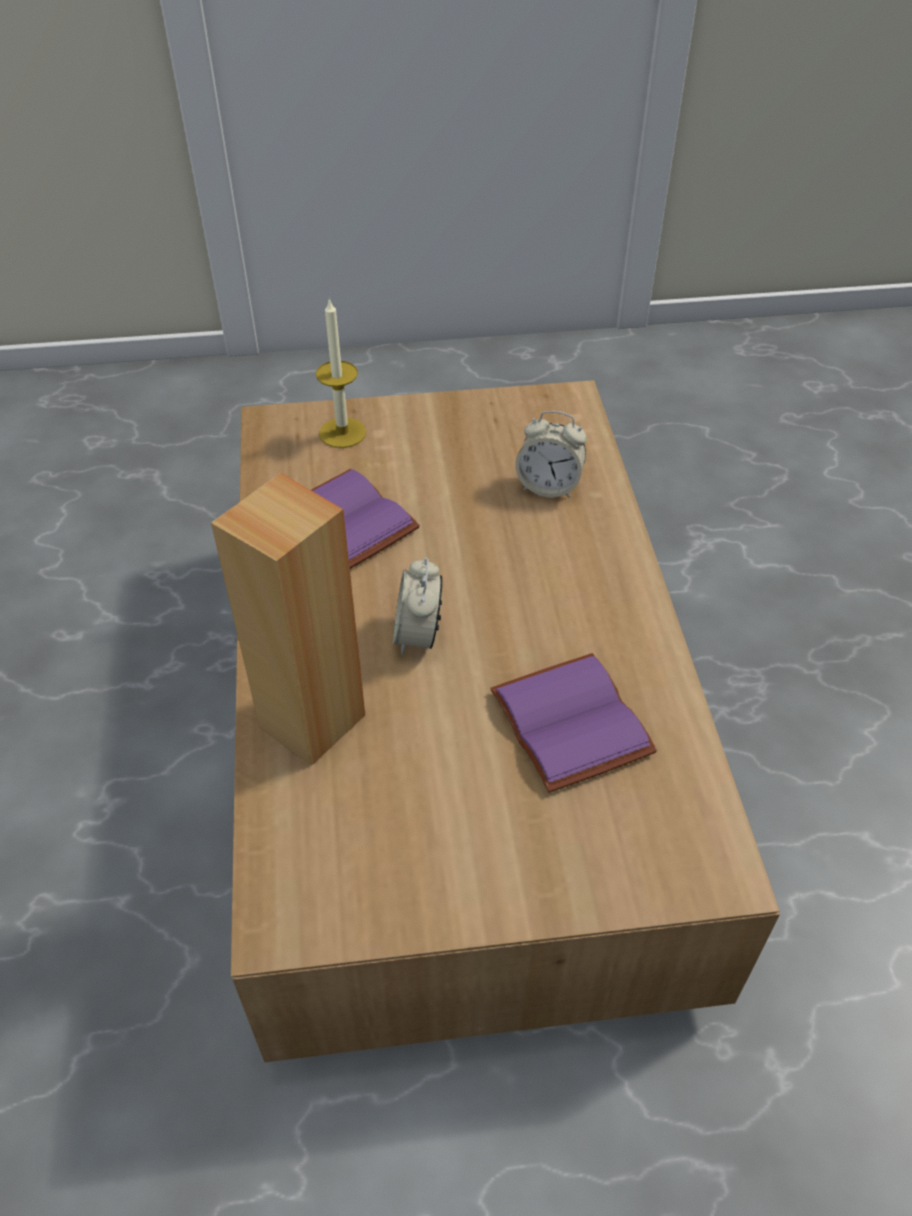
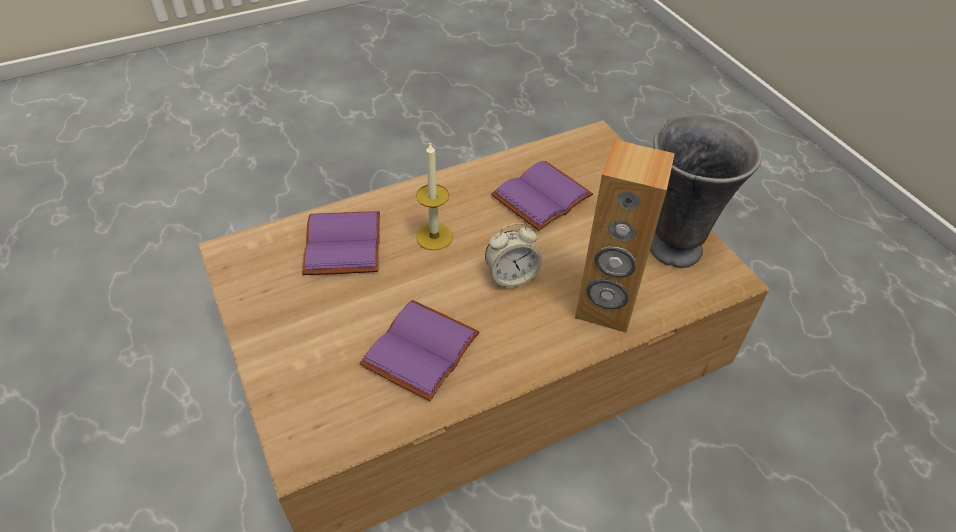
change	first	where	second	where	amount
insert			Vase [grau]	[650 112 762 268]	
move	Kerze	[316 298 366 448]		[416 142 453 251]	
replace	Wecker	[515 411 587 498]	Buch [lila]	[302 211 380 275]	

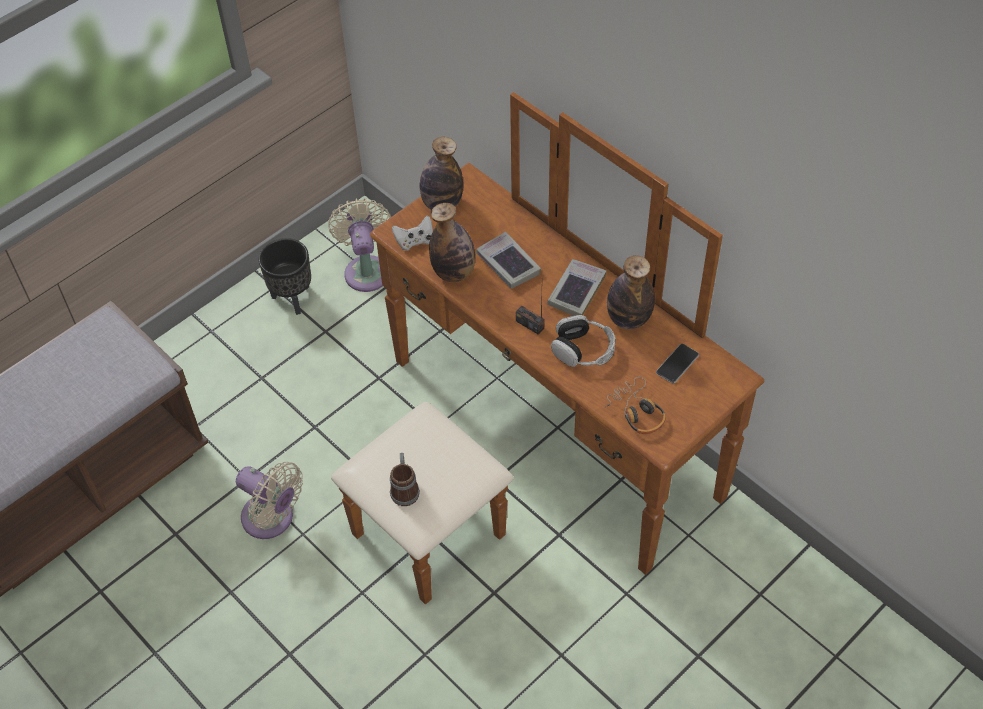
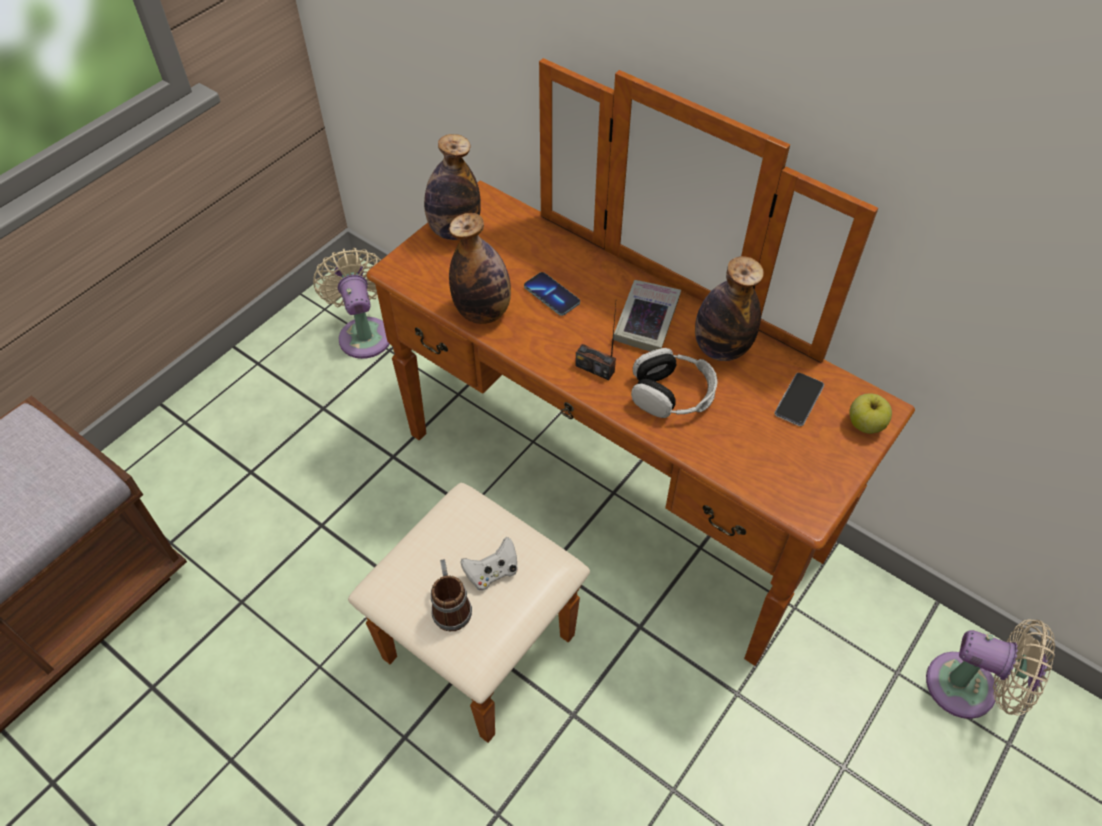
change	first	where	second	where	amount
delete	Pflanzkübel [schwarz]	[259 238 311 315]			
delete	Kopfhörer	[604 377 666 434]			
insert			Apfel	[849 393 892 434]	
move	Ventilator [beige]	[236 462 303 539]		[926 619 1055 719]	
move	Gamepad [weiß]	[392 216 433 251]		[460 537 518 591]	
replace	Buch	[476 232 541 289]	Handy	[524 272 580 316]	

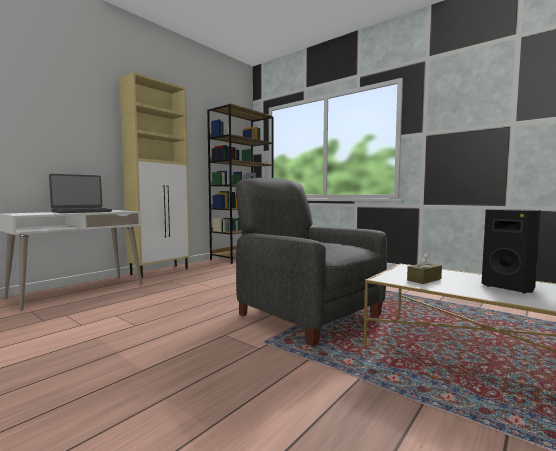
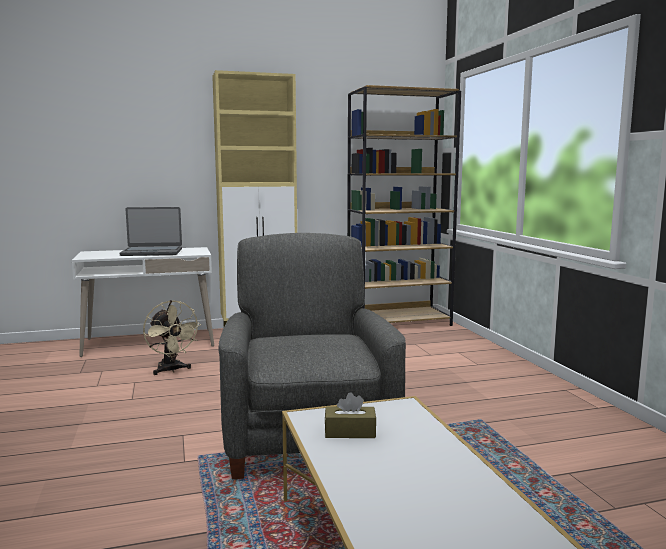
change	first	where	second	where	amount
delete	Lautsprecher [schwarz]	[482 209 541 294]			
insert			Ventilator [beige]	[143 300 201 375]	

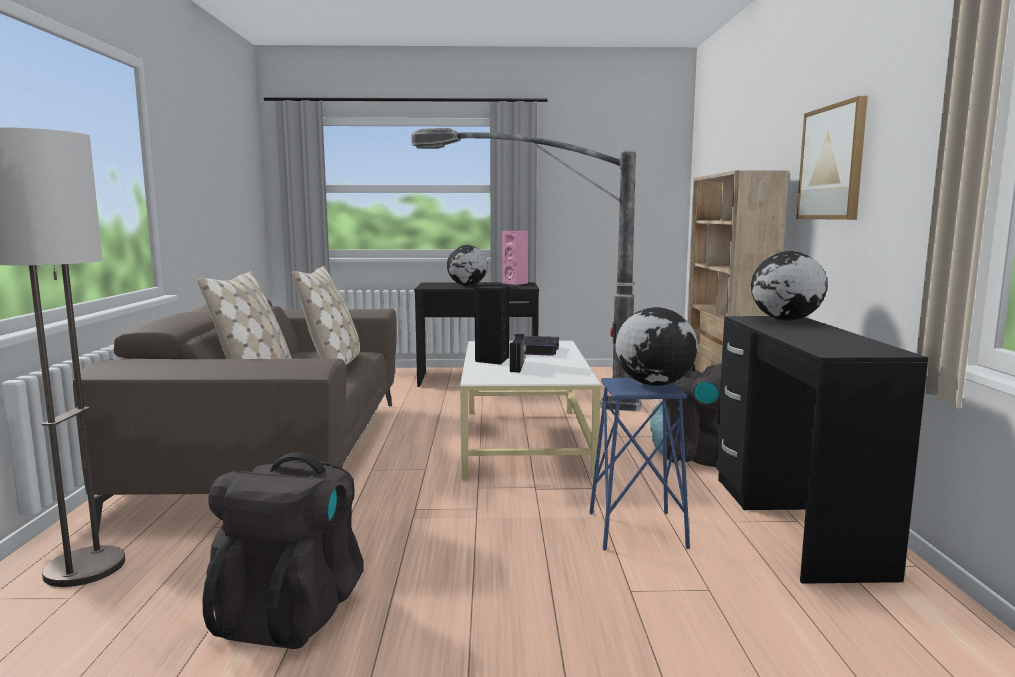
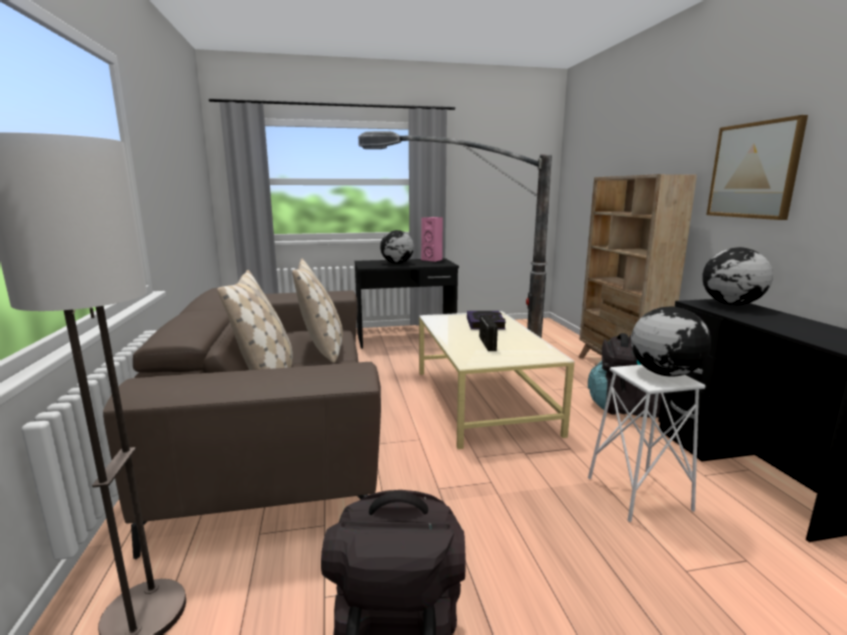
change	first	where	second	where	amount
delete	Lautsprecher [schwarz]	[474 285 509 365]			
recolor	Hocker [blau]	[589 378 690 551]	Hocker [weiß]	[588 365 705 522]	

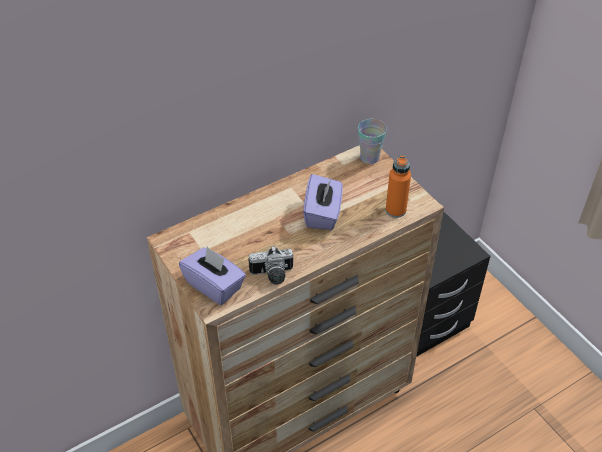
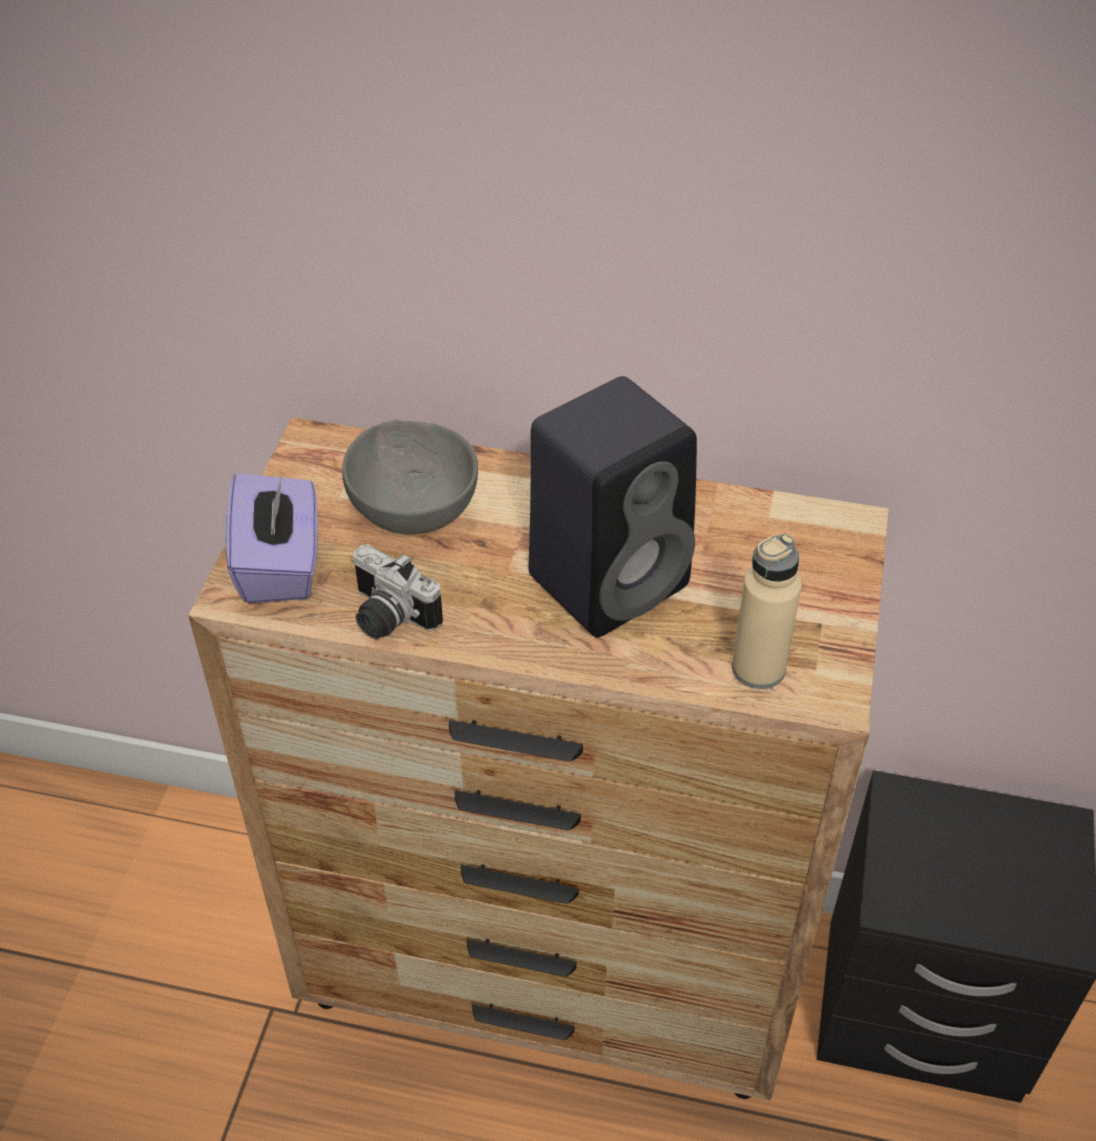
change	first	where	second	where	amount
delete	Tasse	[358 119 387 164]			
insert			Schüssel [grau]	[342 420 478 534]	
replace	Taschentuchbox [lila]	[303 174 343 230]	Lautsprecher [schwarz]	[529 376 697 637]	
recolor	Flasche [orange]	[386 155 411 218]	Flasche [beige]	[732 534 802 689]	

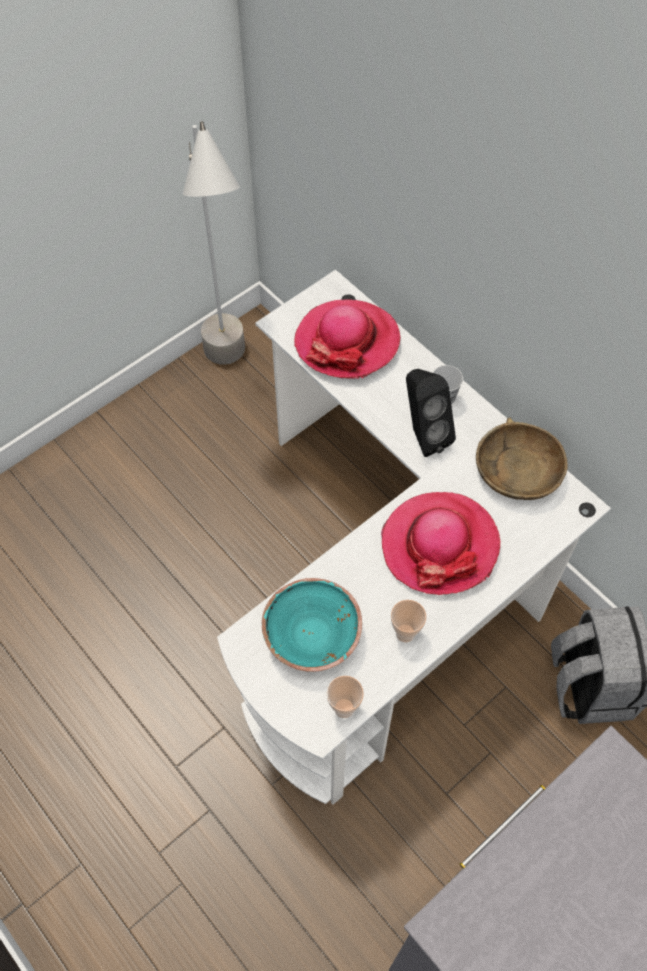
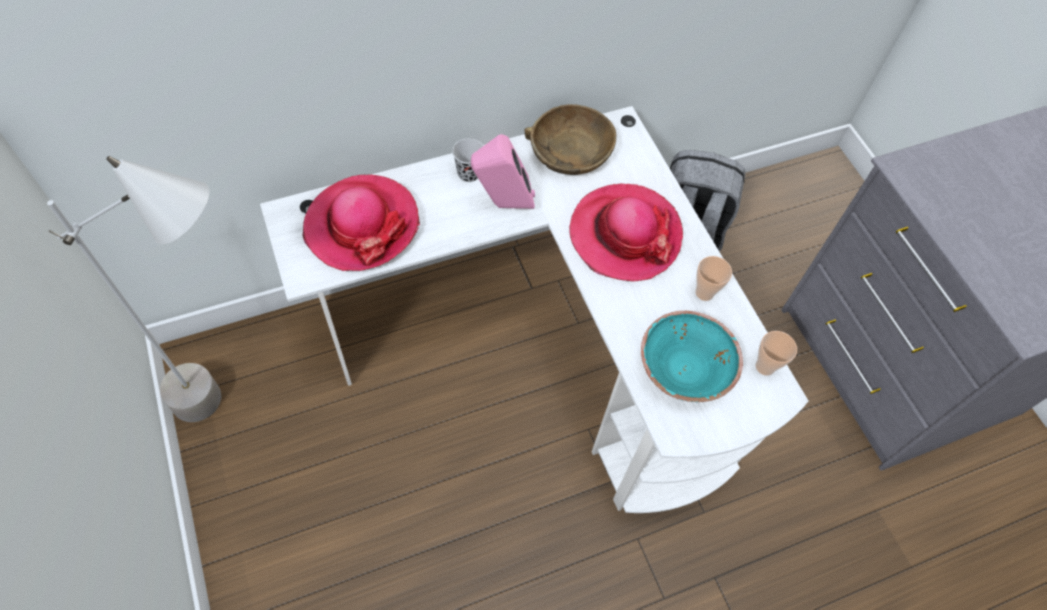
change	first	where	second	where	amount
recolor	Lautsprecher [schwarz]	[406 369 456 457]	Lautsprecher [rosa]	[471 134 535 209]	

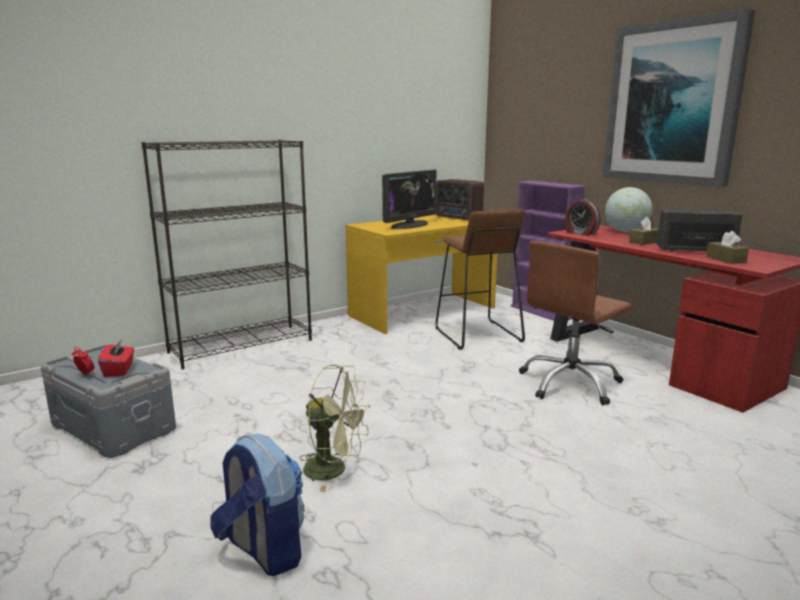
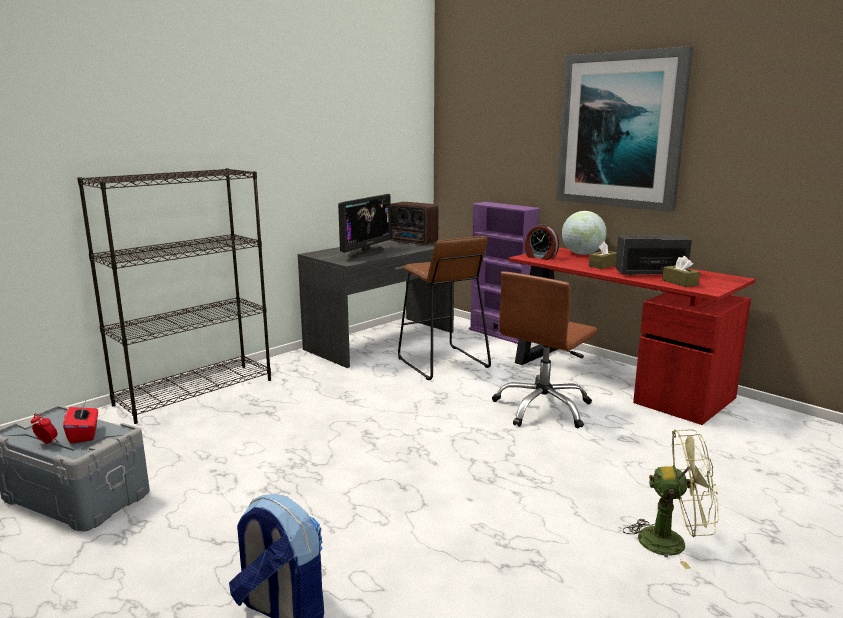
change	first	where	second	where	amount
move	Ventilator [grün]	[299 364 370 492]		[623 429 719 569]	
recolor	Schreibtisch [gelb]	[346 215 497 334]	Schreibtisch [grau]	[298 240 454 368]	

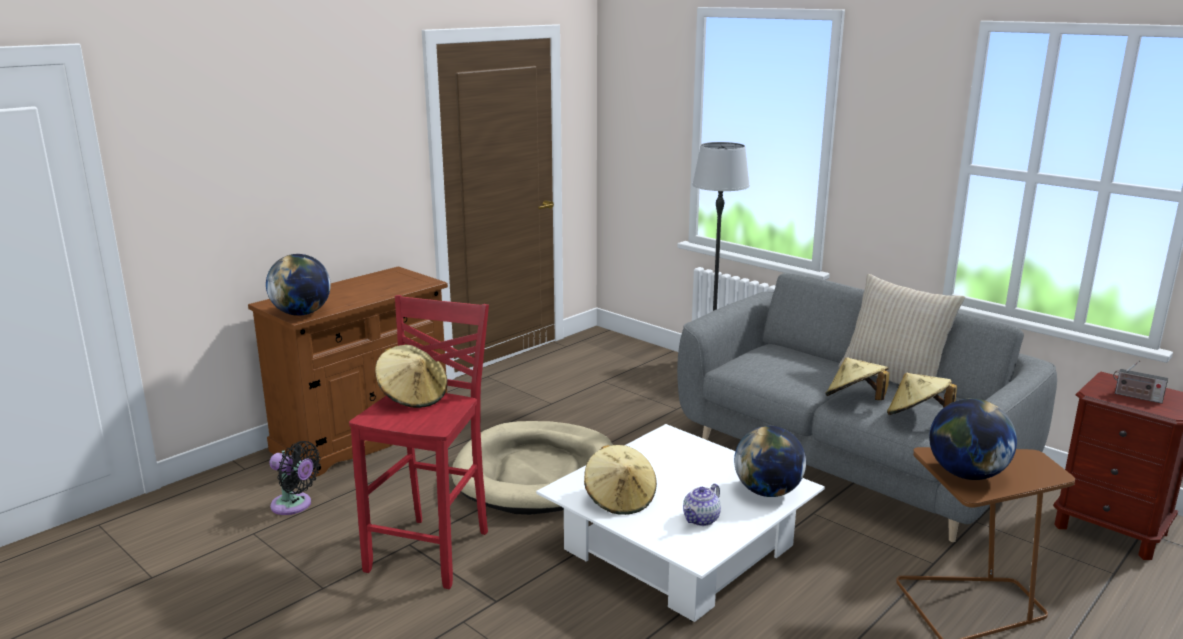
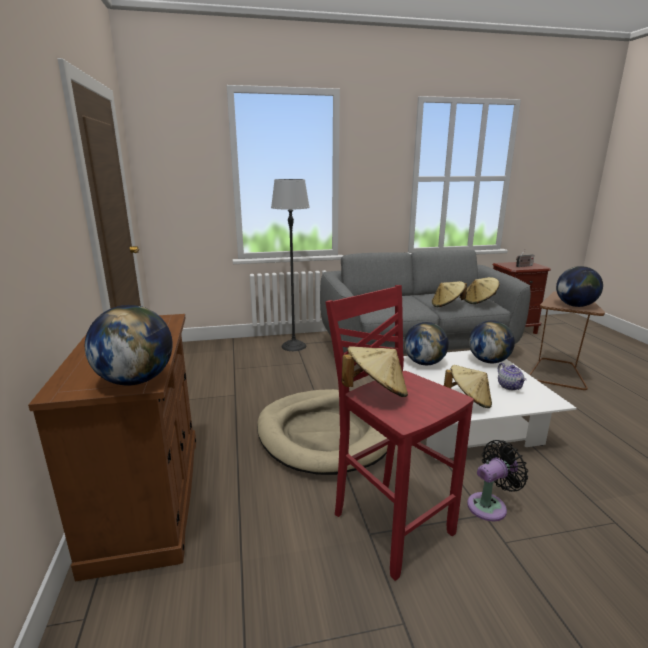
change	first	where	second	where	amount
delete	Kissen [beige]	[838 274 965 399]			
insert			Globus	[404 322 449 365]	
move	Ventilator [schwarz]	[270 441 321 515]		[467 440 528 521]	

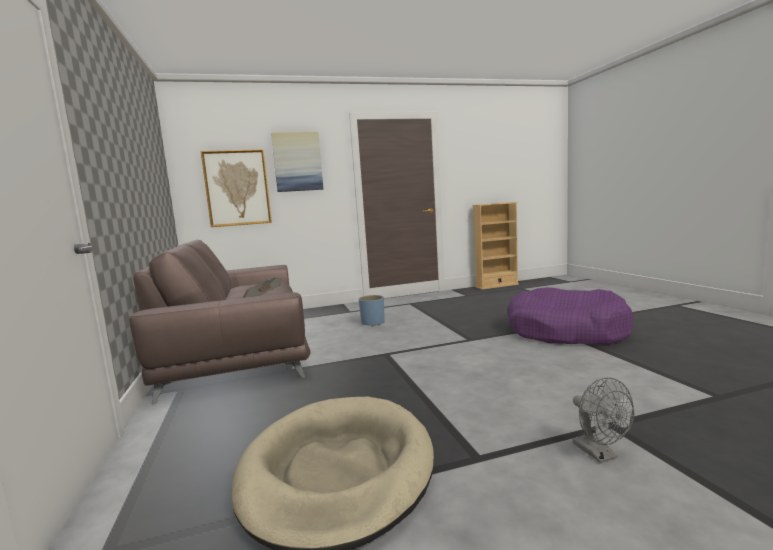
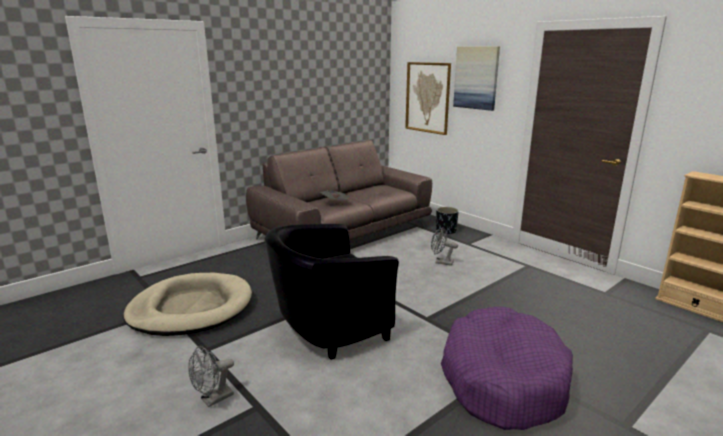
change	first	where	second	where	amount
insert			Sessel [schwarz]	[265 224 399 360]	
insert			Pflanzkübel [schwarz]	[436 207 459 234]	
replace	Pflanzkübel [blau]	[359 295 385 327]	Ventilator [grau]	[431 227 458 266]	

